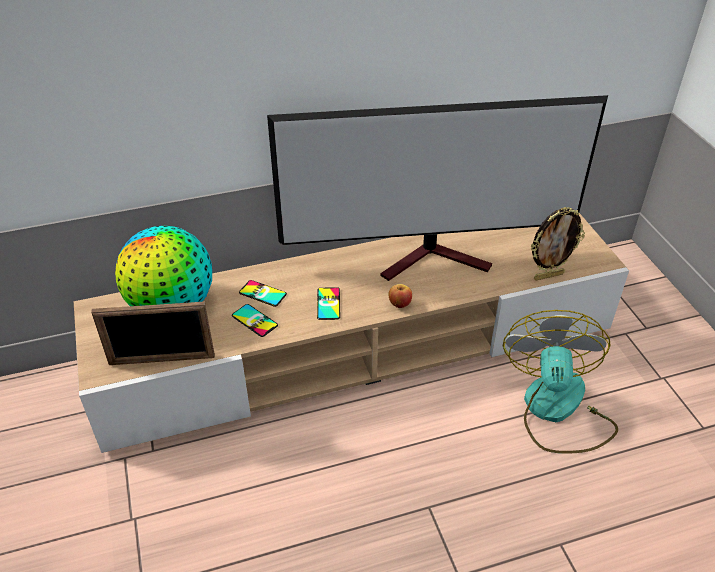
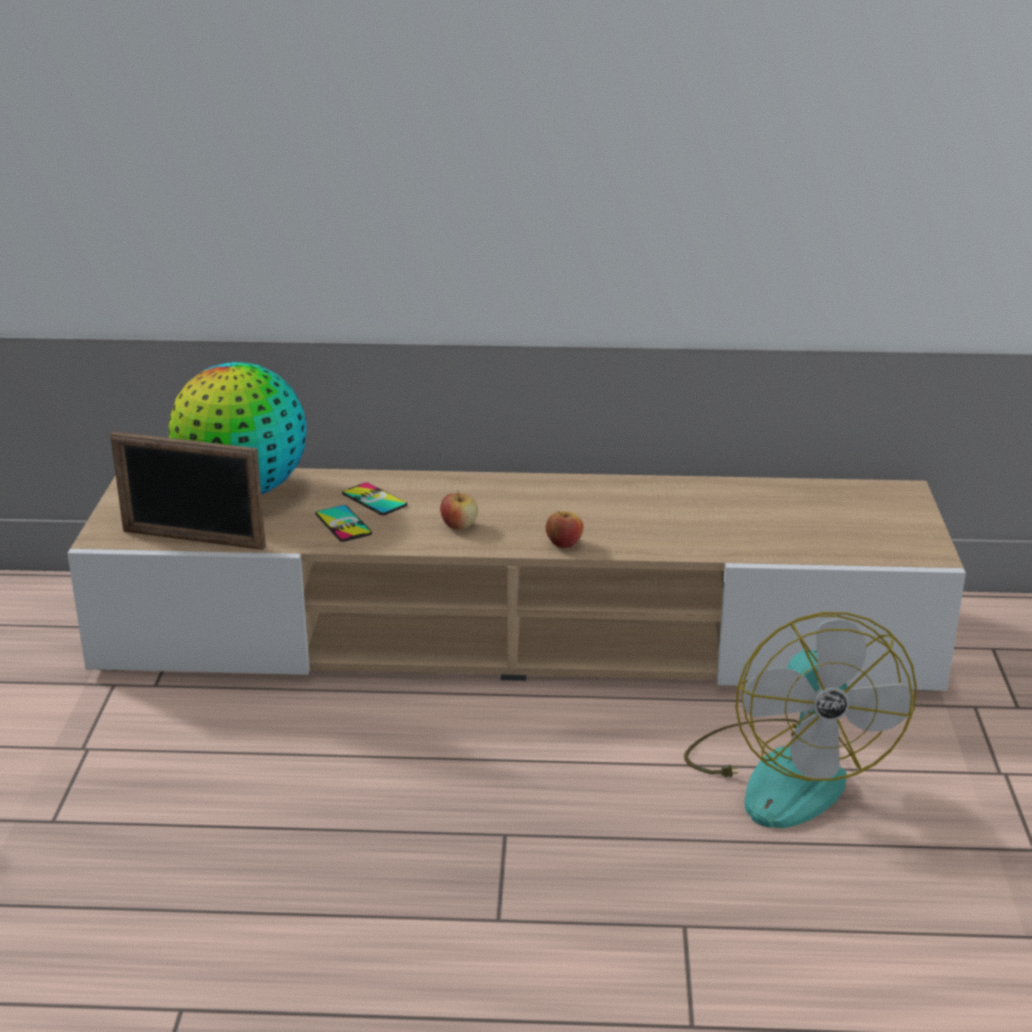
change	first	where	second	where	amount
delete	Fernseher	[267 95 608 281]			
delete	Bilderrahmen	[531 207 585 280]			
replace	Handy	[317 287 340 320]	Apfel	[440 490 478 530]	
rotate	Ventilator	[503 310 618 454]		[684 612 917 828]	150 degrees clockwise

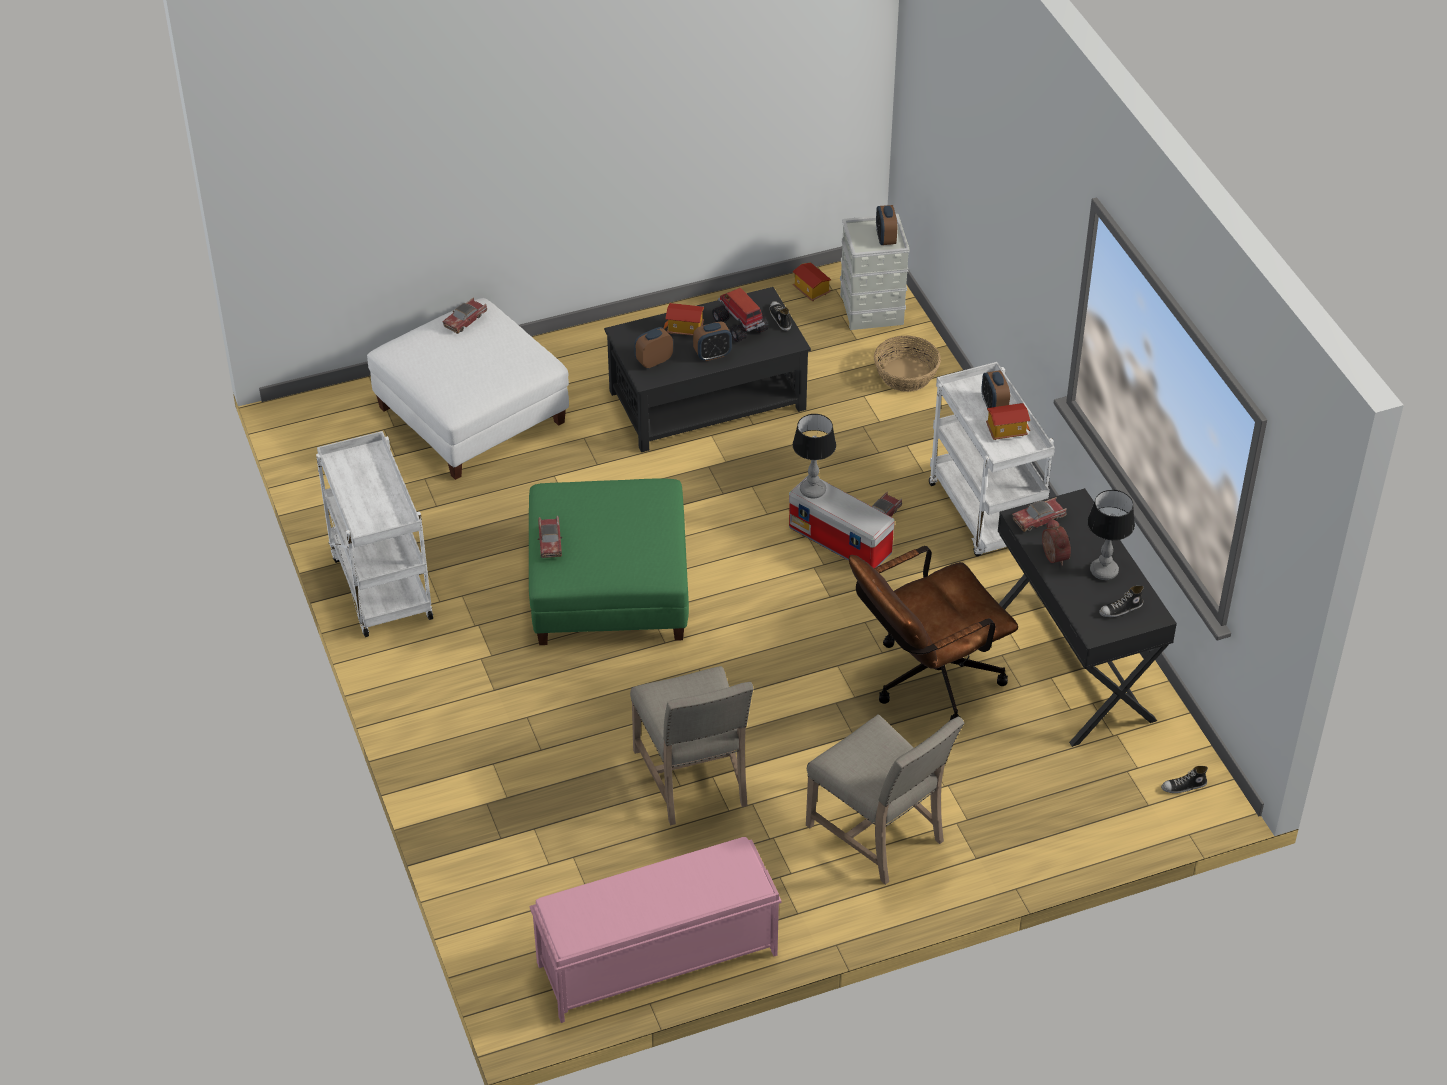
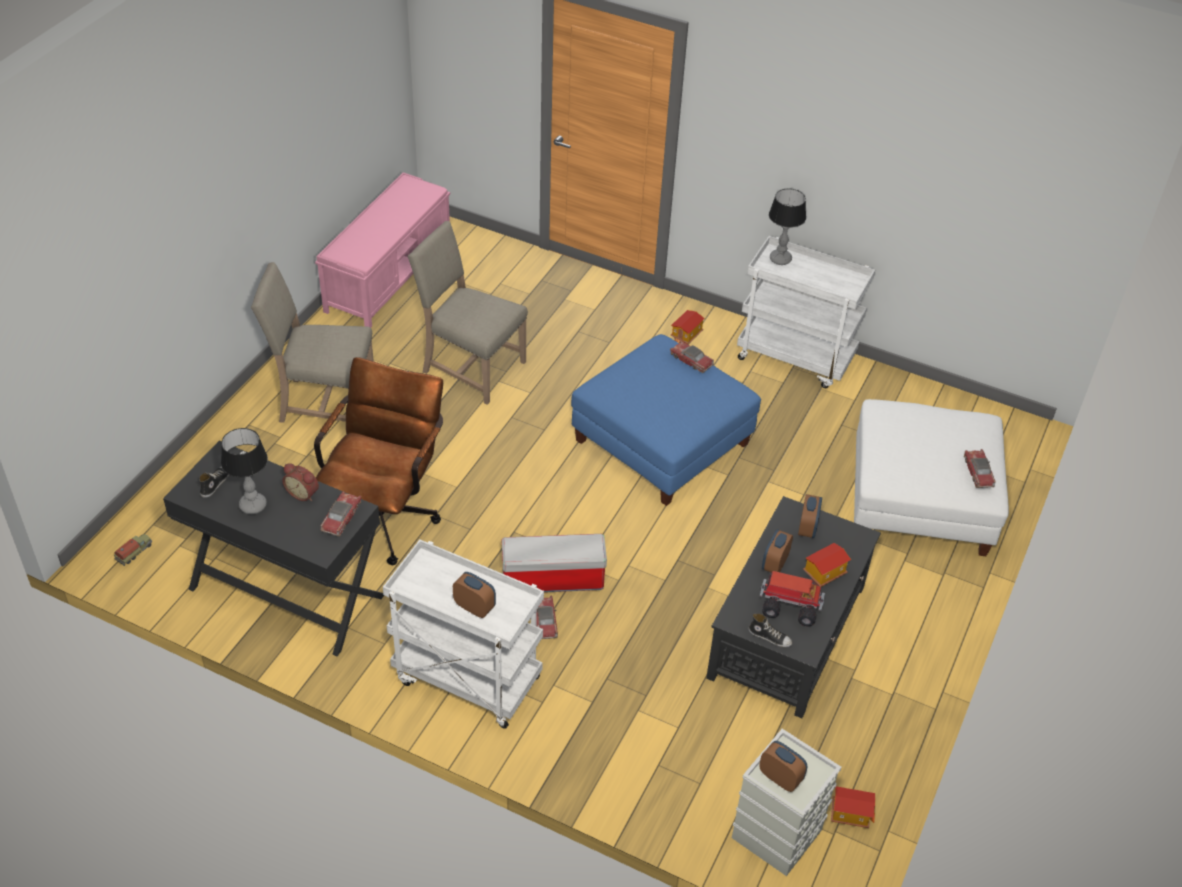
change	first	where	second	where	amount
delete	Korb	[874 336 941 392]			
move	Tischlampe	[793 414 836 499]		[769 189 806 265]	
move	Spielzeughaus	[986 403 1030 440]		[671 310 705 344]	
replace	Schuh	[1161 766 1208 793]	Spielzeuglaster	[114 534 152 566]	
recolor	Polsterhocker [grün]	[529 478 689 645]	Polsterhocker [blau]	[571 334 761 506]	

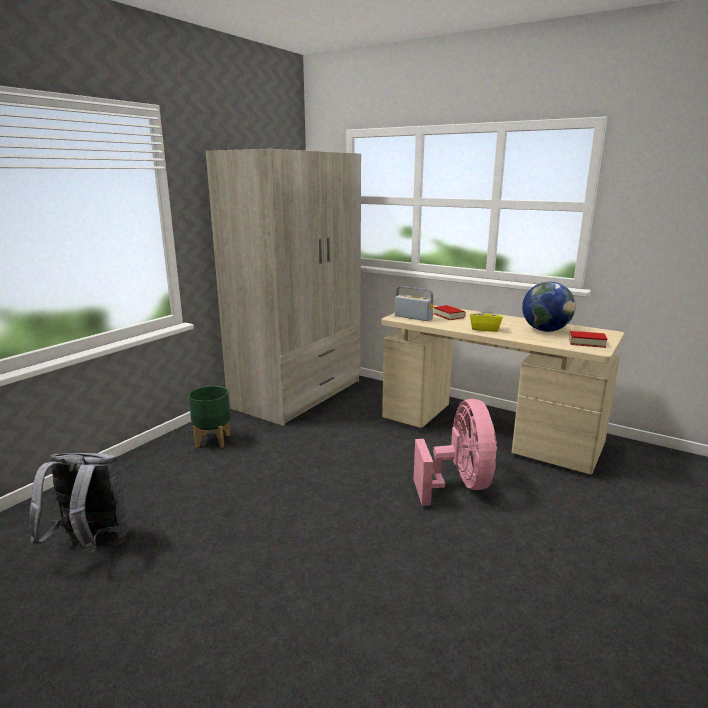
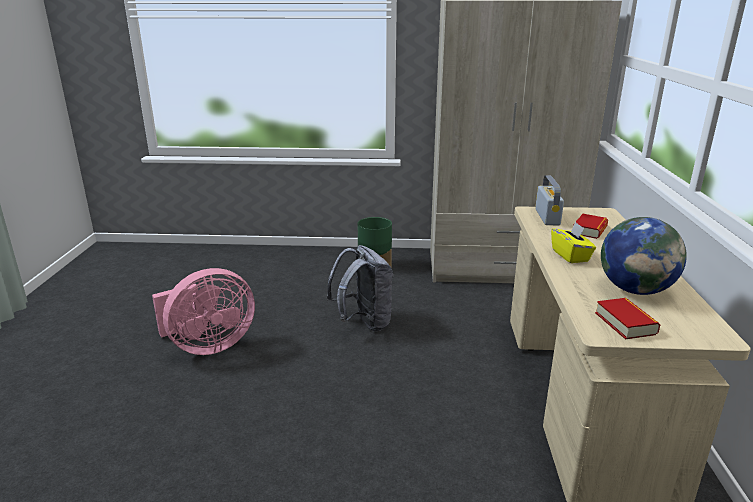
change	first	where	second	where	amount
move	Rucksack [grau]	[30 453 129 553]		[327 245 393 331]	
move	Ventilator [rosa]	[414 399 497 506]		[152 268 255 355]	

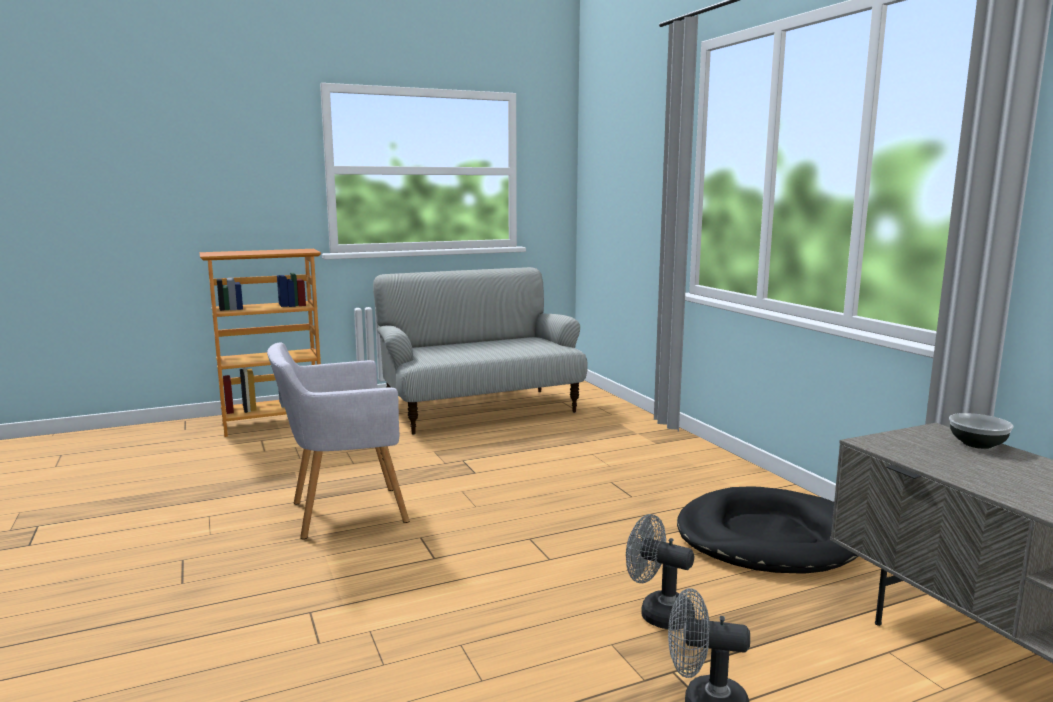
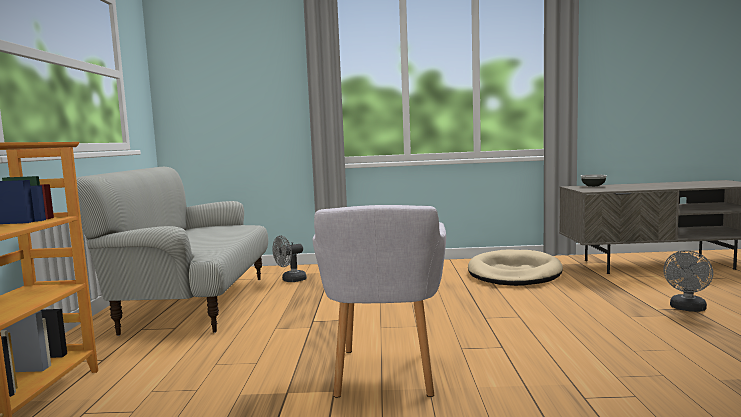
change	first	where	second	where	amount
move	Ventilator [grau]	[626 514 695 629]		[272 236 307 282]	
recolor	Hundebett [schwarz]	[677 486 858 574]	Hundebett [beige]	[468 249 563 286]	

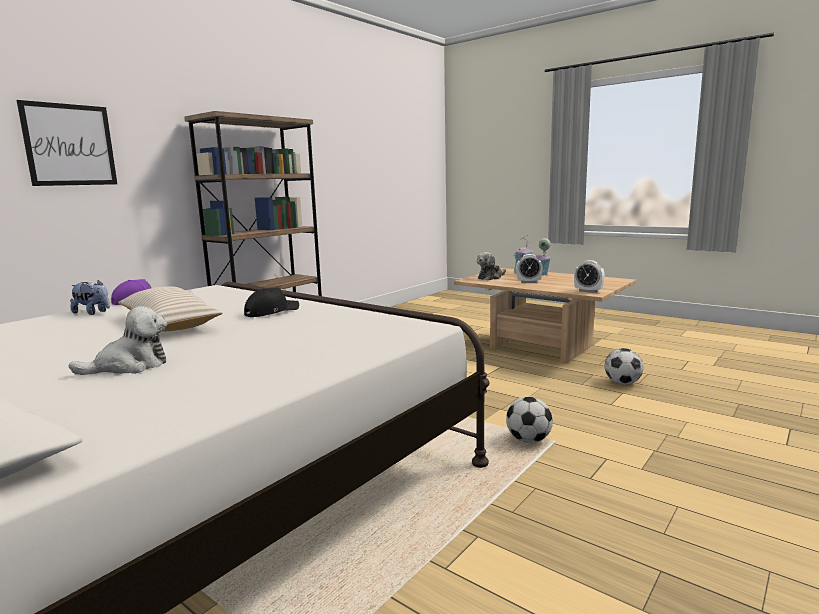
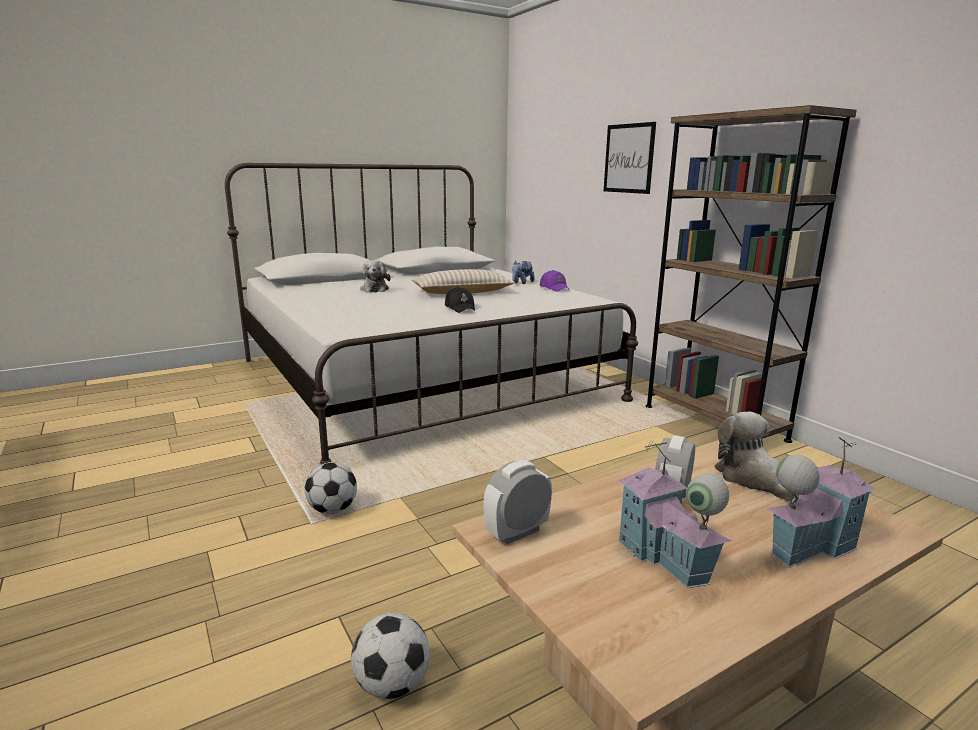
change	first	where	second	where	amount
insert			Spielzeughaus	[618 441 732 588]	

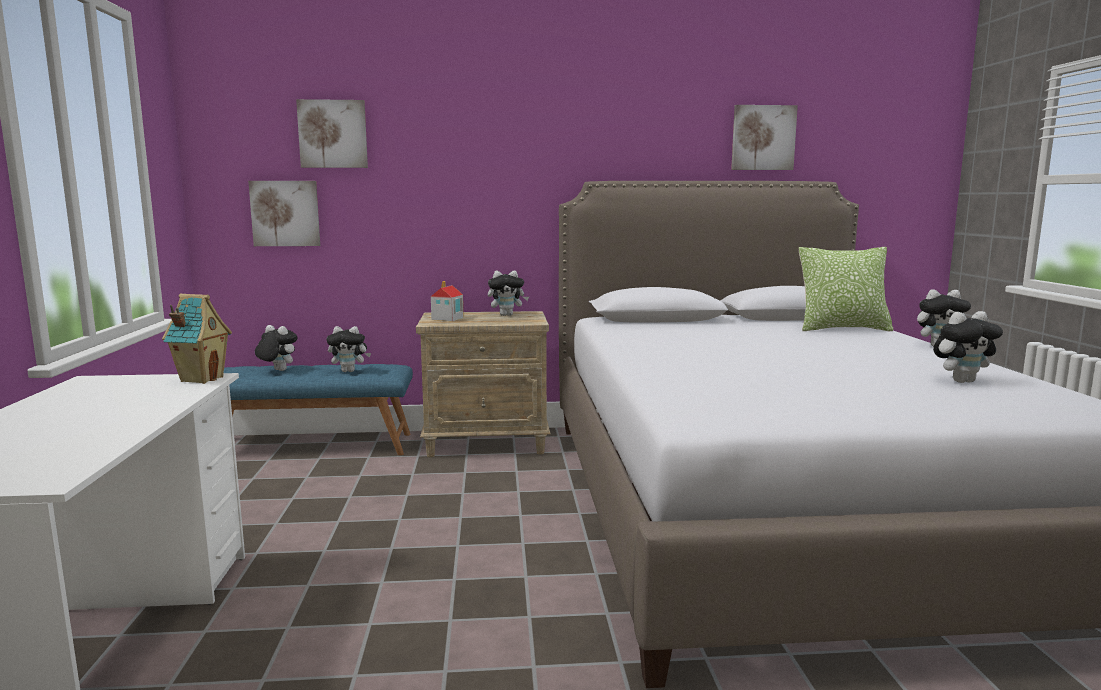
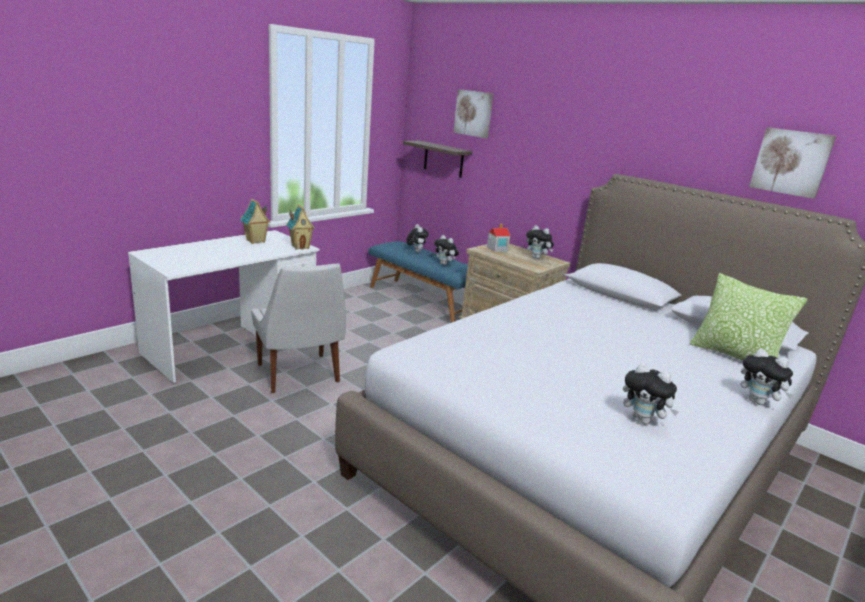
change	first	where	second	where	amount
insert			Spielzeughaus	[240 199 271 244]	
insert			Stuhl [weiß]	[251 263 346 393]	
replace	Bild	[248 181 320 246]	Wandregal	[403 141 473 178]	

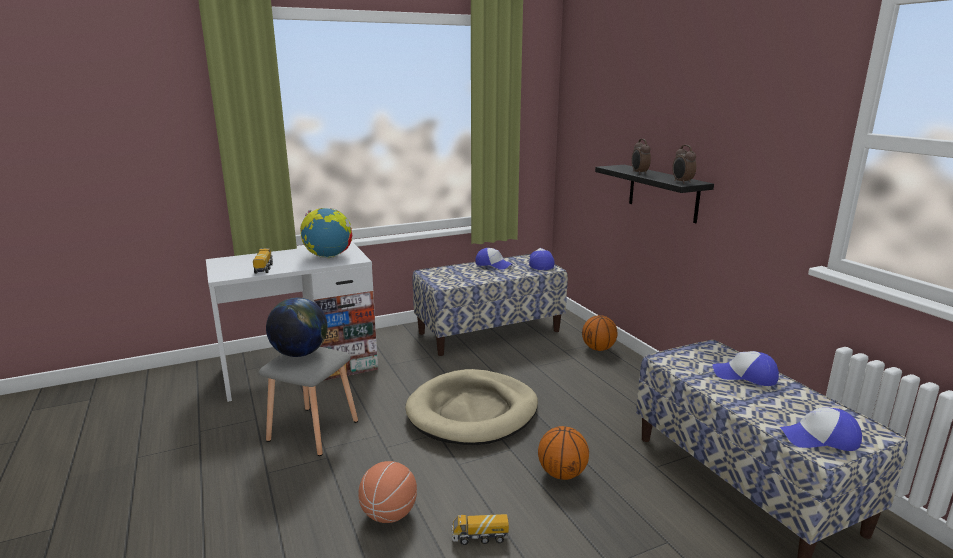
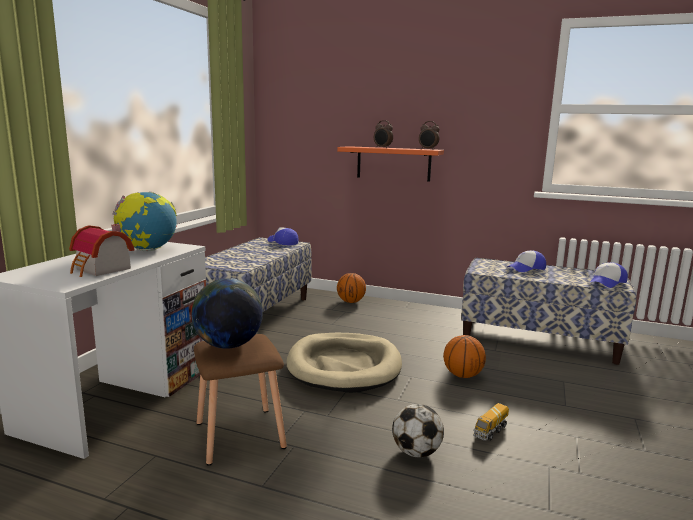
change	first	where	second	where	amount
delete	Kappe	[475 248 513 270]			
replace	Spielzeuglaster	[253 248 273 274]	Spielzeughaus	[69 224 134 277]	
replace	Basketball	[358 461 417 523]	Fußball	[392 404 444 457]	
recolor	Hocker [grau]	[259 347 358 456]	Hocker [braun]	[194 334 287 466]	
recolor	Wandregal [schwarz]	[595 165 714 223]	Wandregal [orange]	[337 146 444 182]	

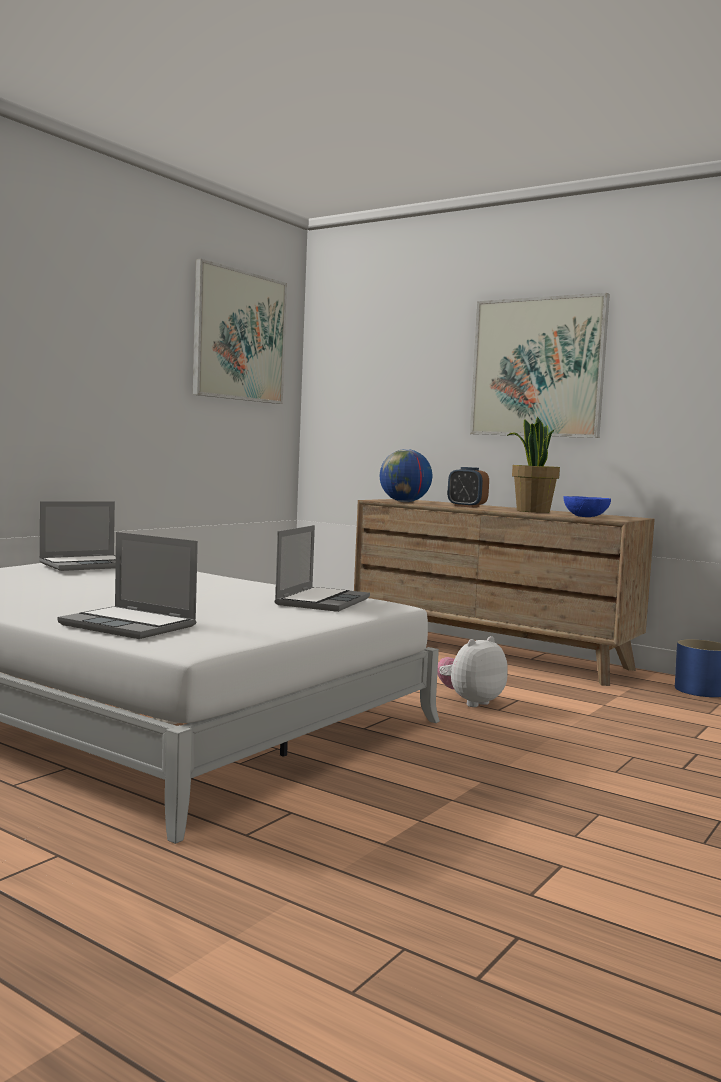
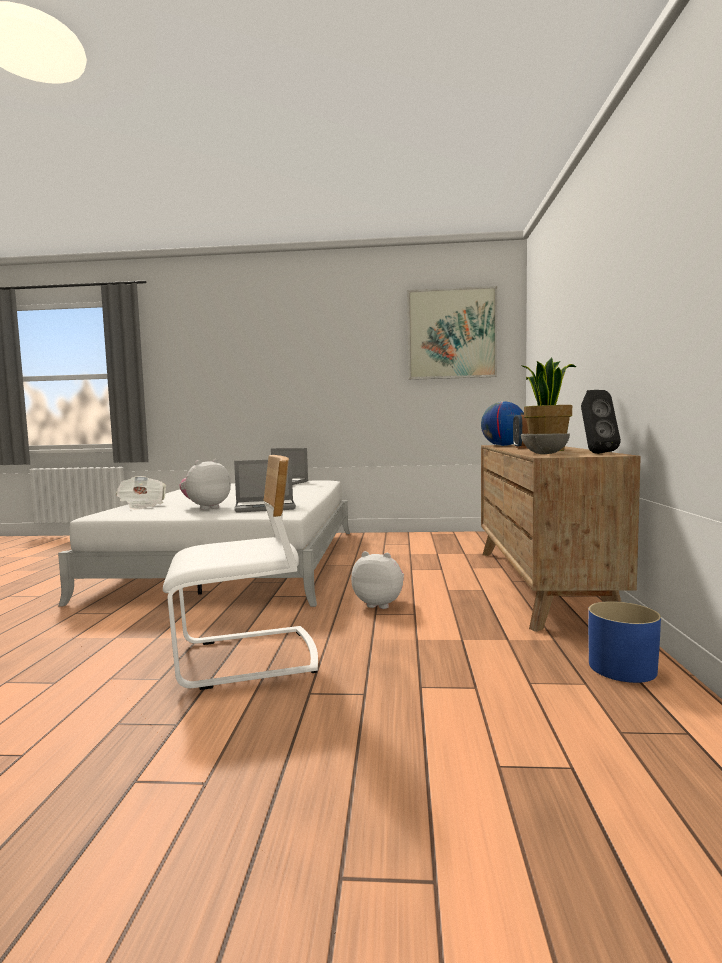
change	first	where	second	where	amount
delete	Bild	[470 293 610 438]			
insert			Stuhl [weiß]	[163 455 318 690]	
insert			Plüschtier	[179 459 231 510]	
insert			Lautsprecher [schwarz]	[581 390 621 454]	
replace	Laptop	[58 532 198 639]	Zeitung	[116 476 166 510]	
recolor	Schüssel [blau]	[563 496 611 517]	Schüssel [grau]	[521 433 570 454]	

